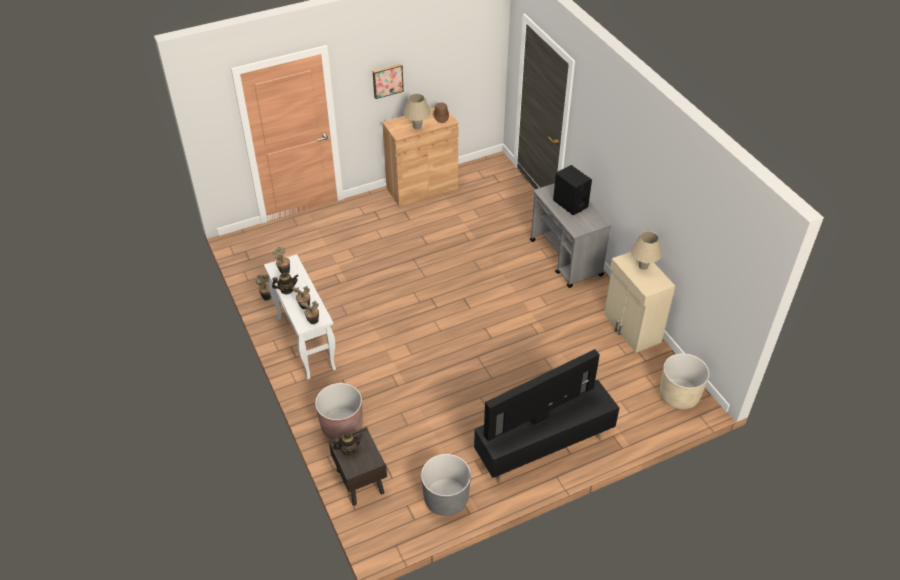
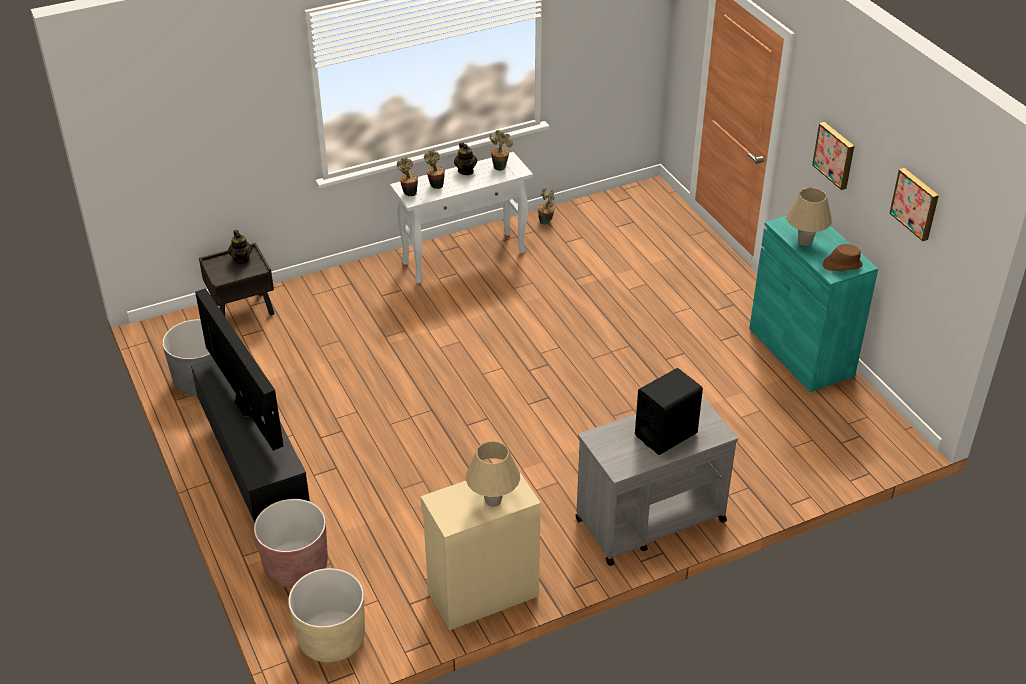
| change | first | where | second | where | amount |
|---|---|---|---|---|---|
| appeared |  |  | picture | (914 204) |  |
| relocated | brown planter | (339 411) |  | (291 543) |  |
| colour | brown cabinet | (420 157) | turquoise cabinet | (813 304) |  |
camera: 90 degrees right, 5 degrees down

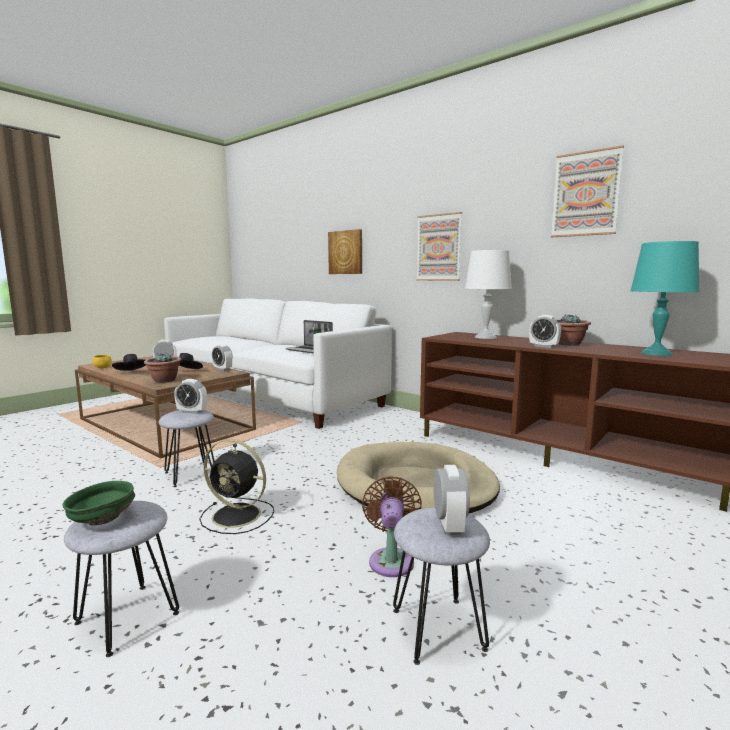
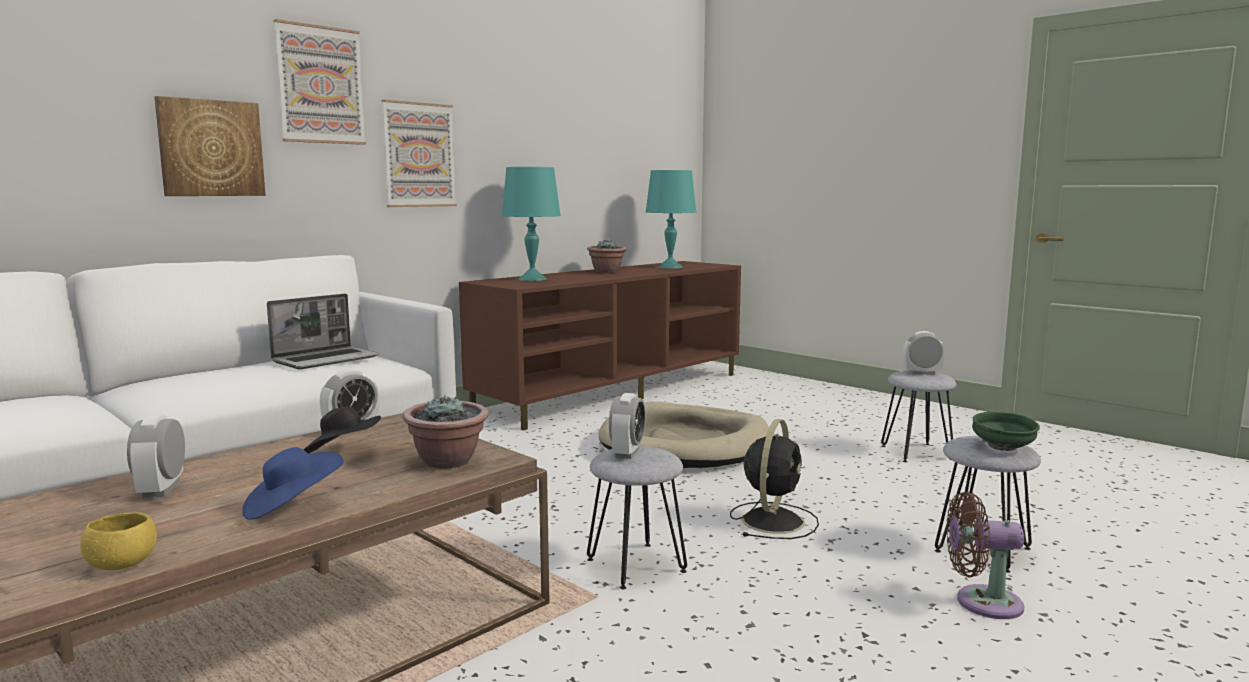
| change | first | where | second | where | amount |
|---|---|---|---|---|---|
| missing | alarm clock | (545 331) |  |  |  |
| relocated | brown fan | (392 526) |  | (985 555) |  |
| relocated | picture | (587 191) |  | (320 82) |  |
| colour | black hat | (129 362) | blue hat | (293 483) |  |
| colour | white table lamp | (488 294) | turquoise table lamp | (531 224) |  |
camera: 85 degrees left, 0 degrees up

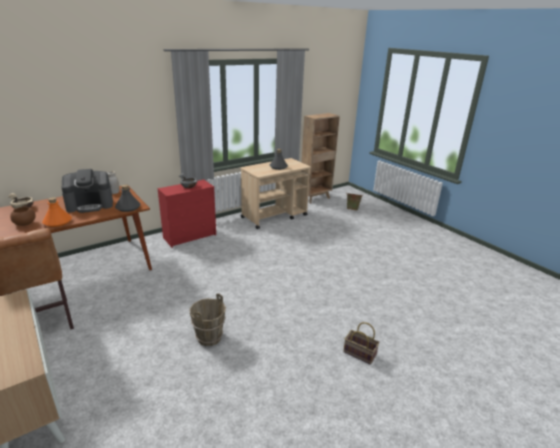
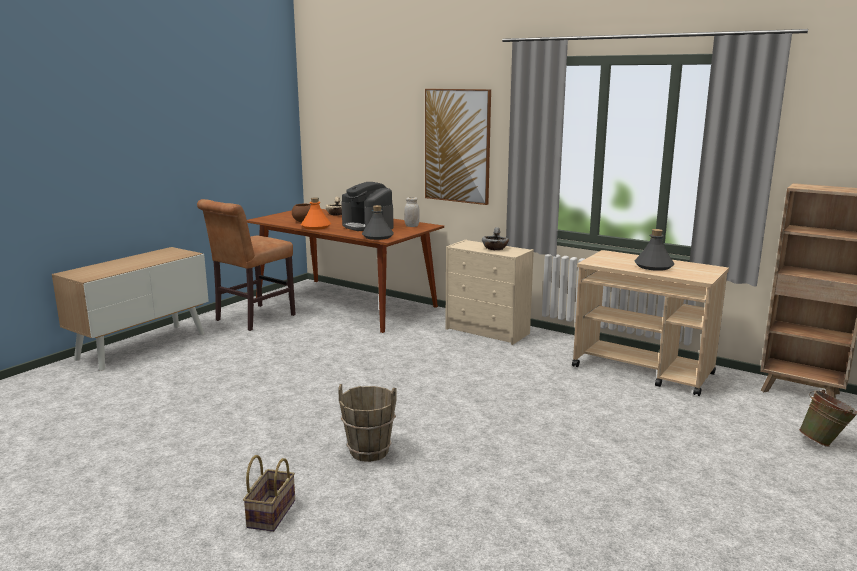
| change | first | where | second | where | amount |
|---|---|---|---|---|---|
| appeared |  |  | picture | (458 147) |  |
| relocated | brown bucket | (208 319) |  | (367 423) |  |
| colour | red dresser | (186 213) | beige dresser | (489 292) |  |
camera: 70 degrees right, 10 degrees down

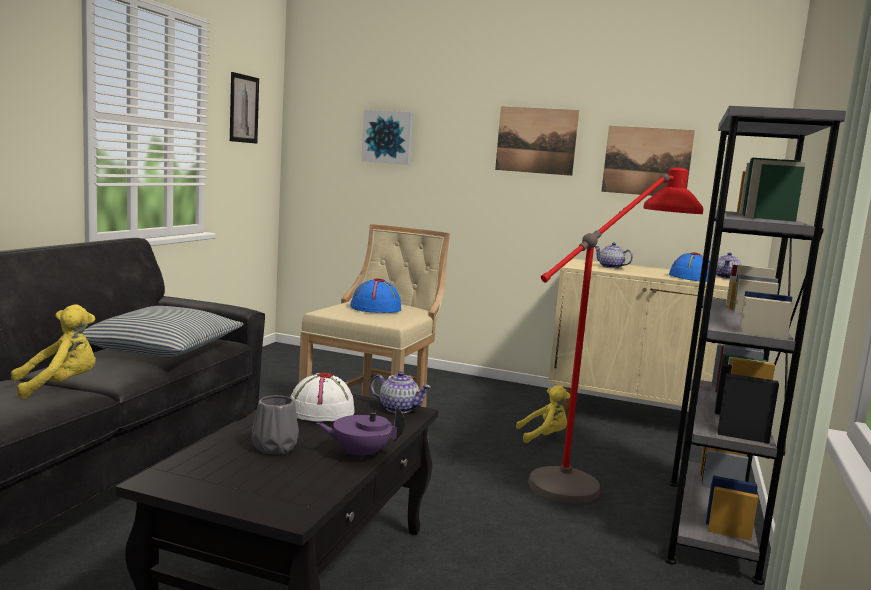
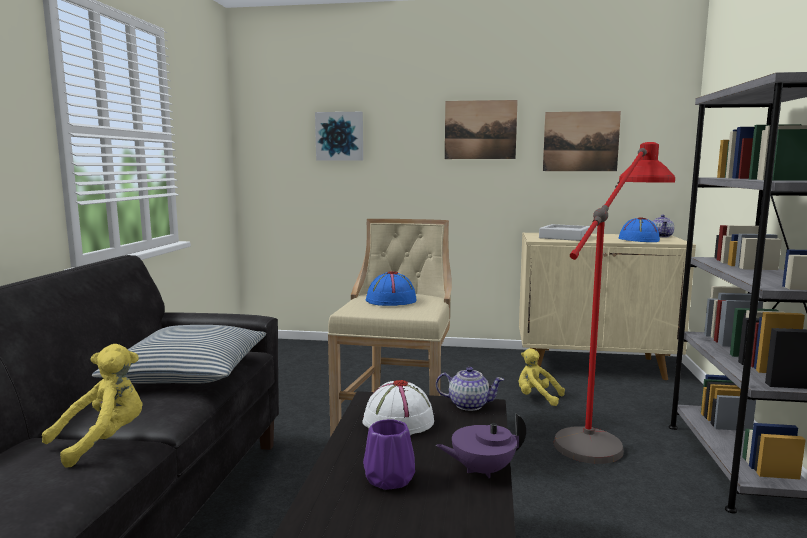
| change | first | where | second | where | amount |
|---|---|---|---|---|---|
| missing | picture | (244 108) |  |  |  |
| exchanged | teapot | (614 256) | grey tray | (565 232) |  |
| colour | grey vase | (275 424) | purple vase | (389 454) |  |
| spun | yellow plush toy | (543 414) |  | (542 377) | 135 degrees counterclockwise |
camera: 10 degrees left, 0 degrees up

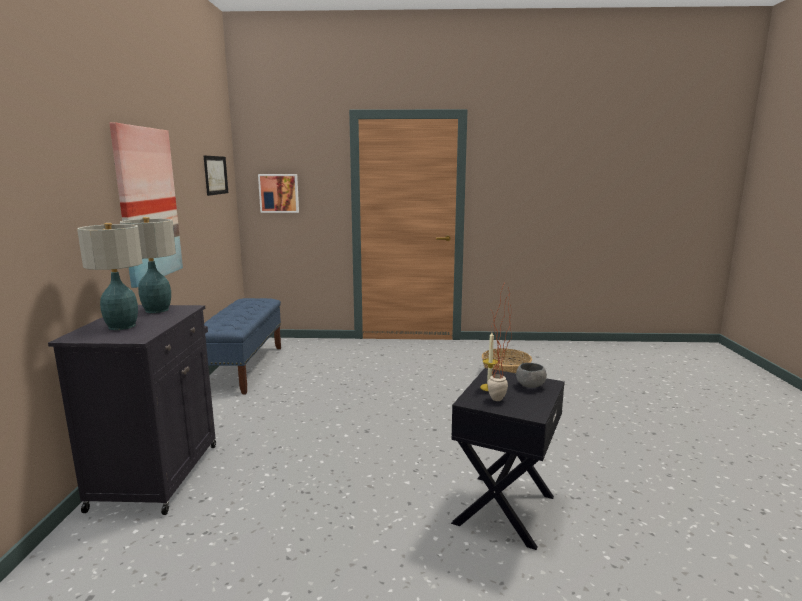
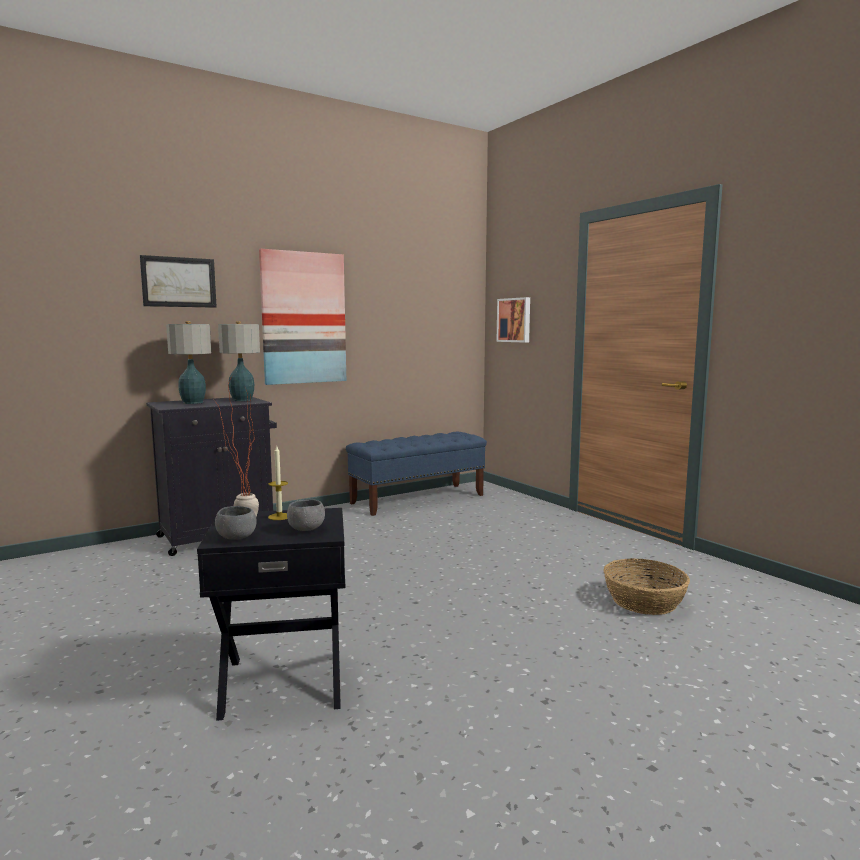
| change | first | where | second | where | amount |
|---|---|---|---|---|---|
| appeared |  |  | grey bowl | (235 523) |  |
| relocated | picture | (216 176) |  | (178 281) |  |
camera: 55 degrees right, 5 degrees down

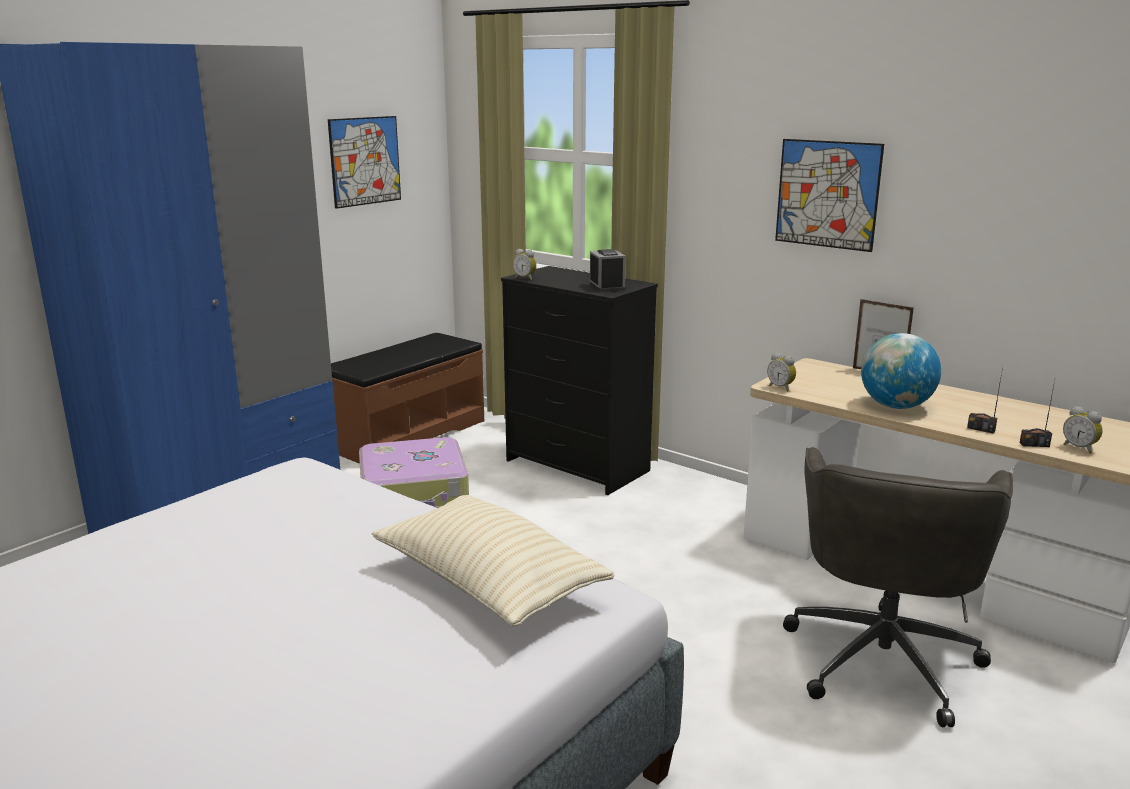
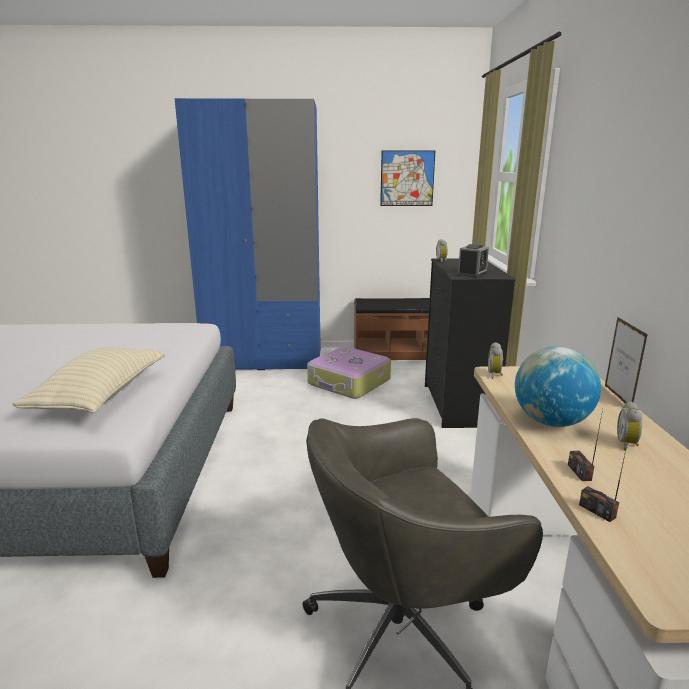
| change | first | where | second | where | amount |
|---|---|---|---|---|---|
| missing | picture | (829 195) |  |  |  |
| relocated | alarm clock | (1083 430) |  | (629 425) |  |
camera: 50 degrees right, 0 degrees up

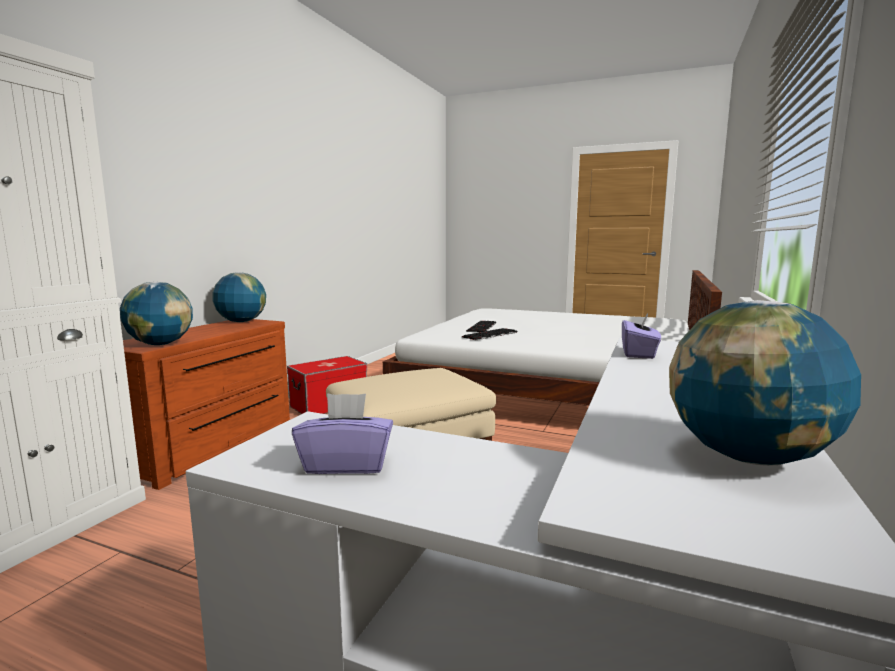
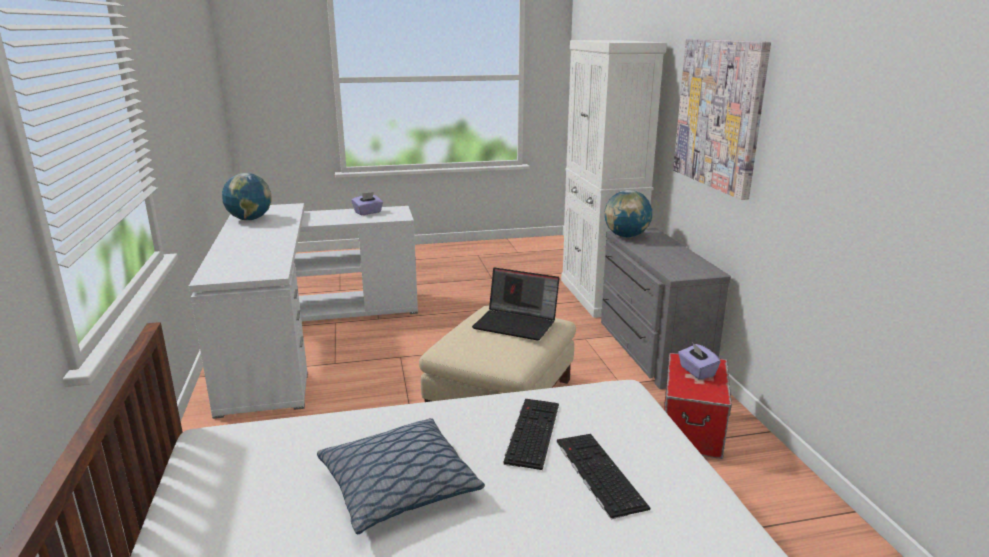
| change | first | where | second | where | amount |
|---|---|---|---|---|---|
| missing | globe | (239 297) |  |  |  |
| appeared |  |  | pillow | (401 476) |  |
| appeared |  |  | laptop | (516 304) |  |
| appeared |  |  | picture | (722 119) |  |
| relocated | purple tissue box | (641 335) |  | (699 360) |  |
| colour | brown dresser | (206 404) | grey dresser | (666 308) |  |
camera: 145 degrees right, 10 degrees up

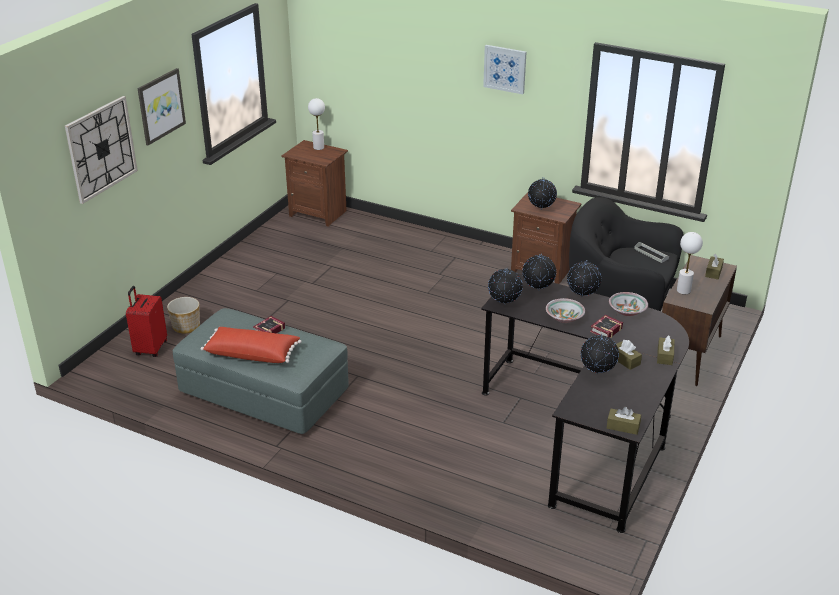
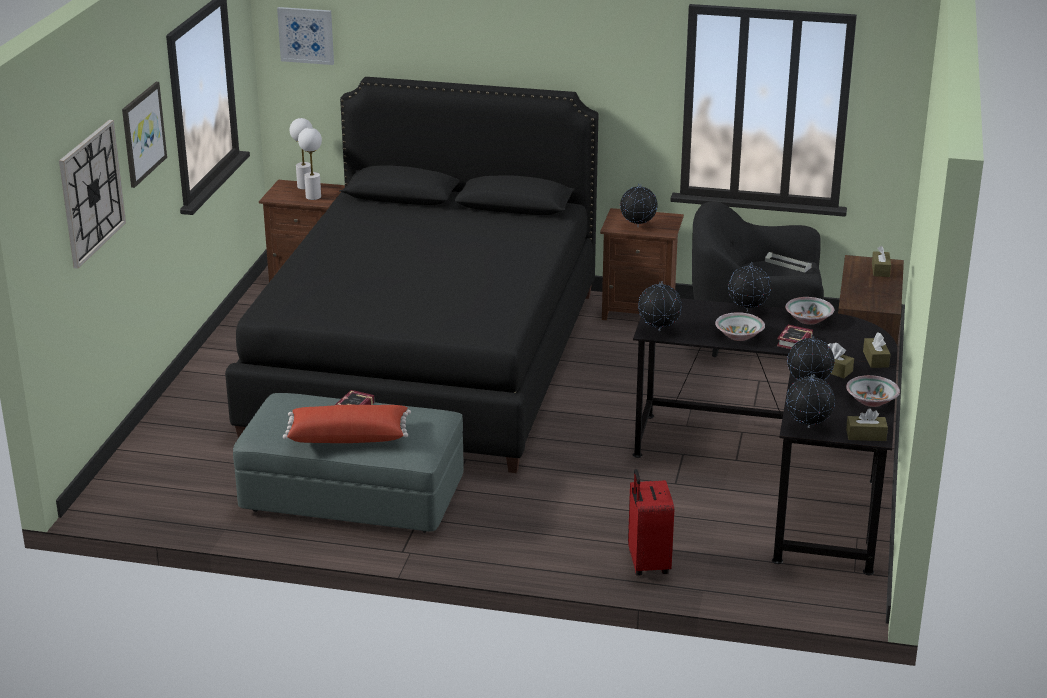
| change | first | where | second | where | amount |
|---|---|---|---|---|---|
| missing | planter | (183 315) |  |  |  |
| appeared |  |  | black bed | (411 275) |  |
| appeared |  |  | bowl | (873 391) |  |
| relocated | red suitcase | (146 321) |  | (651 522) |  |
| relocated | picture | (505 69) |  | (305 36) |  |
| relocated | globe | (539 272) |  | (810 401) |  |
| relocated | white table lamp | (690 263) |  | (310 164) |  |
camera: 15 degrees left, 5 degrees down

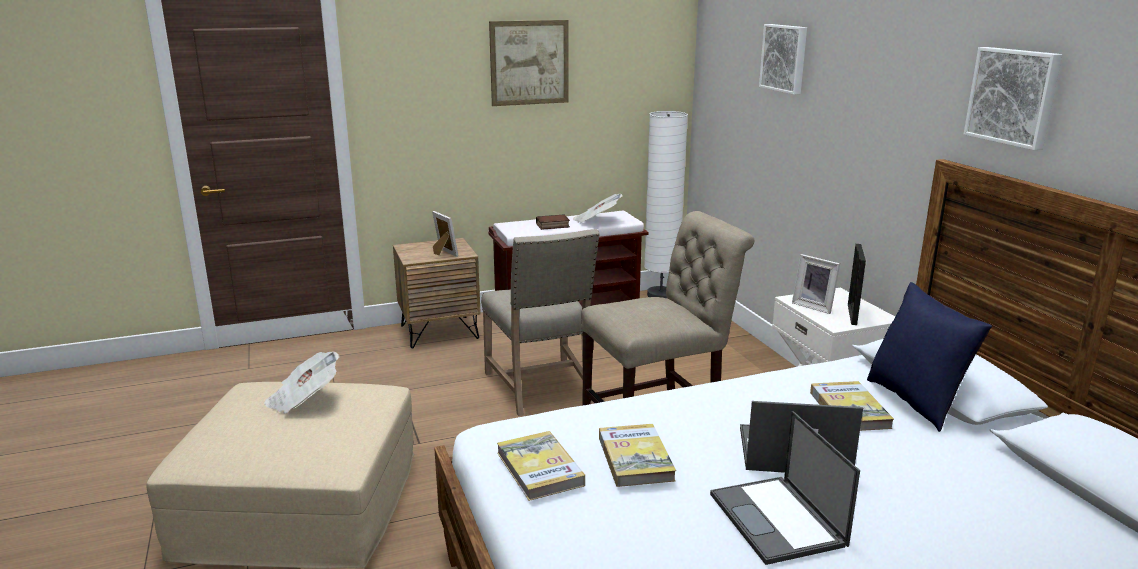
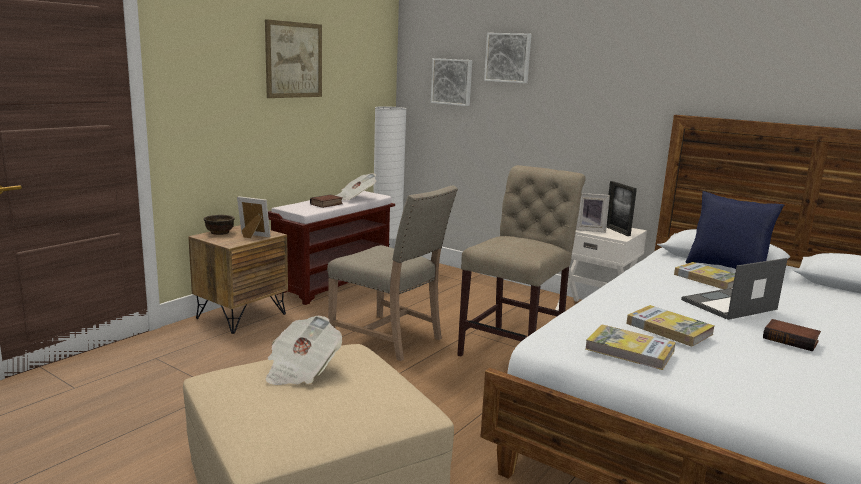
| change | first | where | second | where | amount |
|---|---|---|---|---|---|
| appeared |  |  | brown bowl | (219 225) |  |
| relocated | picture | (1013 98) |  | (451 82) |  |
| exchanged | laptop | (785 488) | book | (792 335) |  |
camera: 35 degrees left, 5 degrees down

